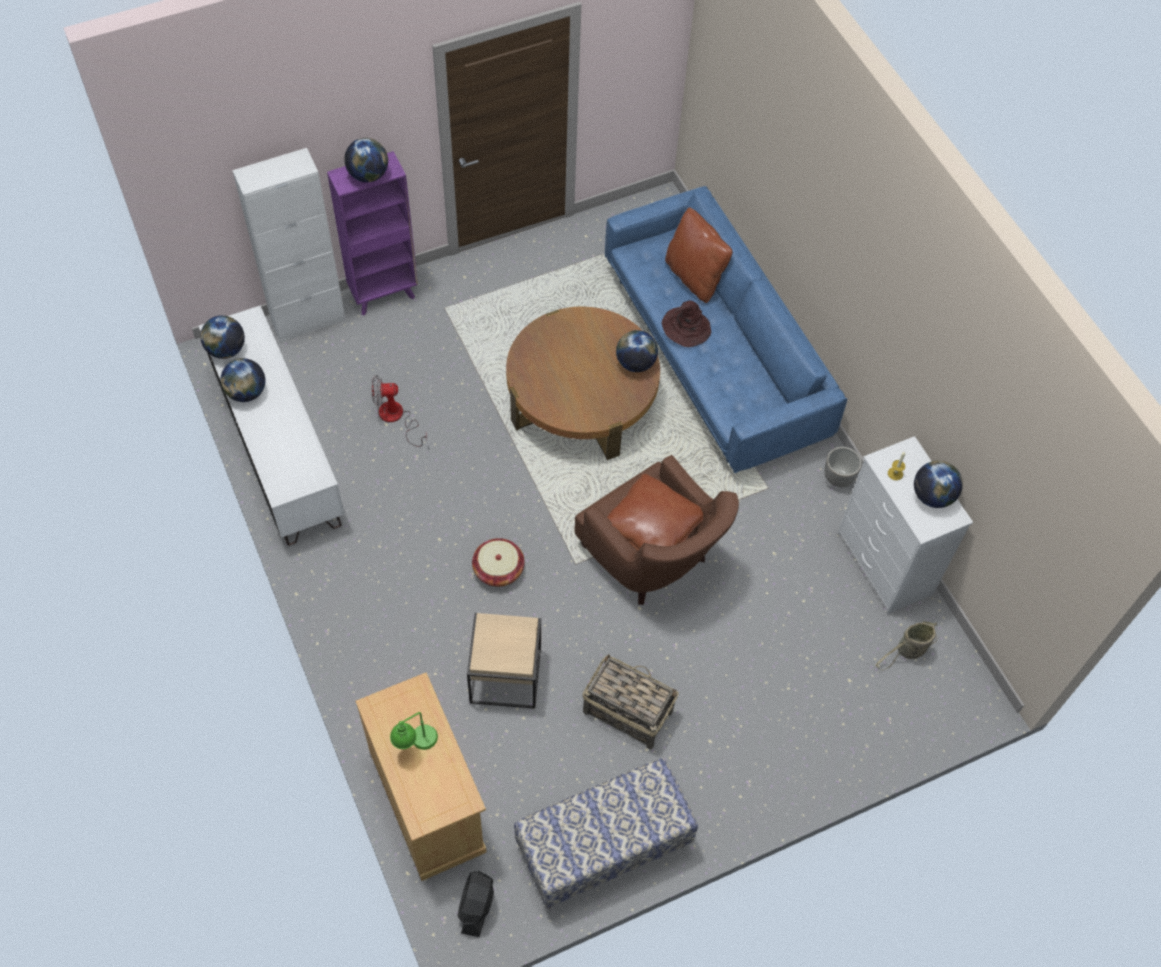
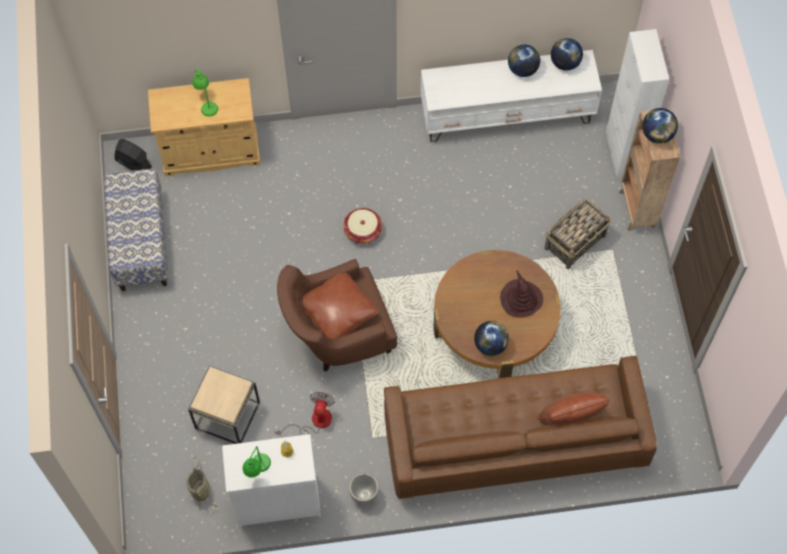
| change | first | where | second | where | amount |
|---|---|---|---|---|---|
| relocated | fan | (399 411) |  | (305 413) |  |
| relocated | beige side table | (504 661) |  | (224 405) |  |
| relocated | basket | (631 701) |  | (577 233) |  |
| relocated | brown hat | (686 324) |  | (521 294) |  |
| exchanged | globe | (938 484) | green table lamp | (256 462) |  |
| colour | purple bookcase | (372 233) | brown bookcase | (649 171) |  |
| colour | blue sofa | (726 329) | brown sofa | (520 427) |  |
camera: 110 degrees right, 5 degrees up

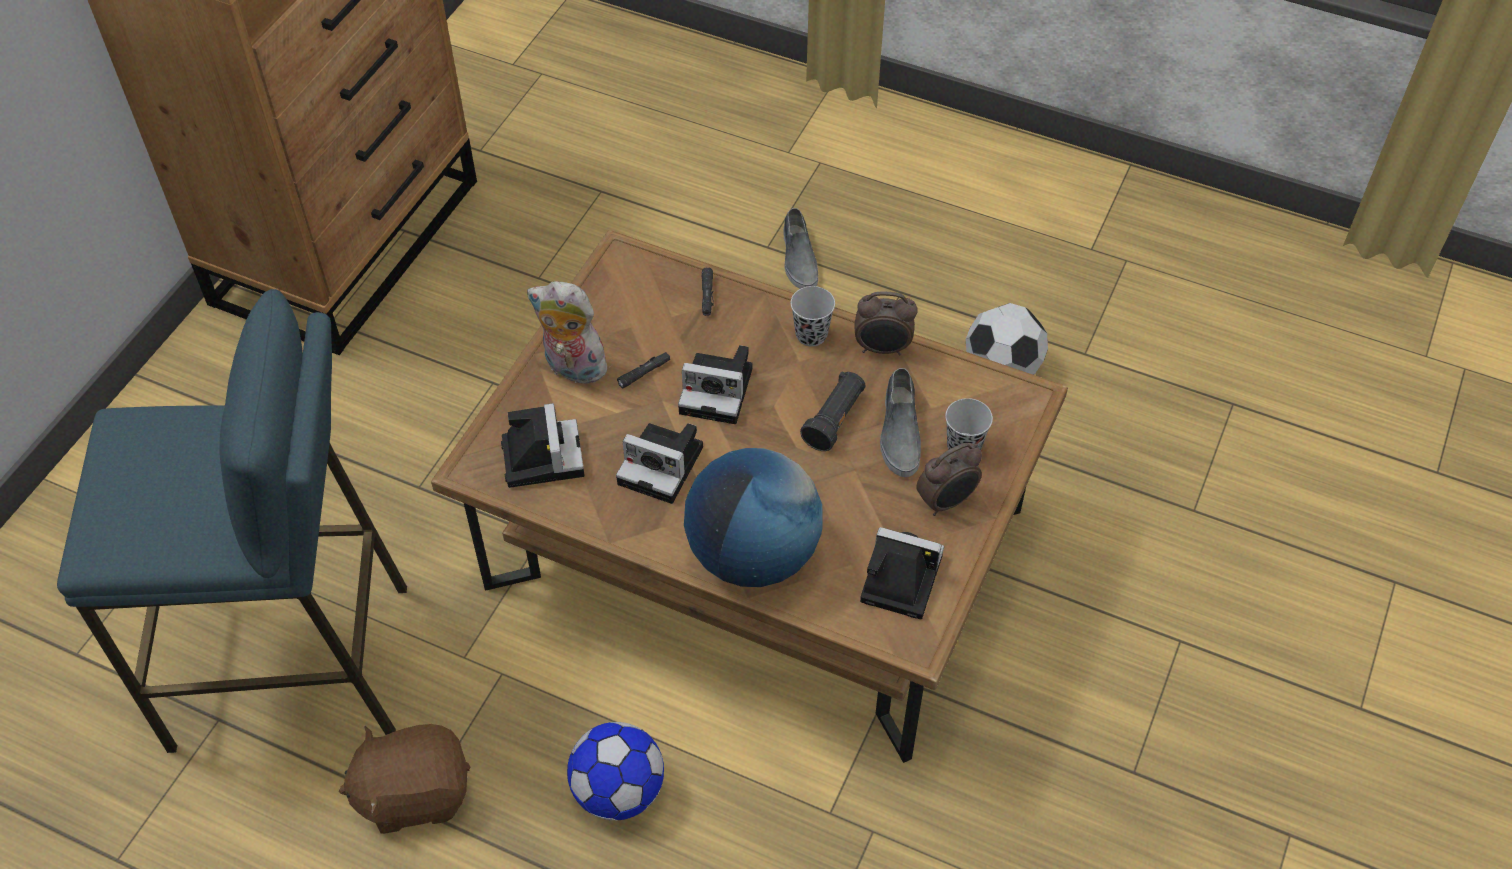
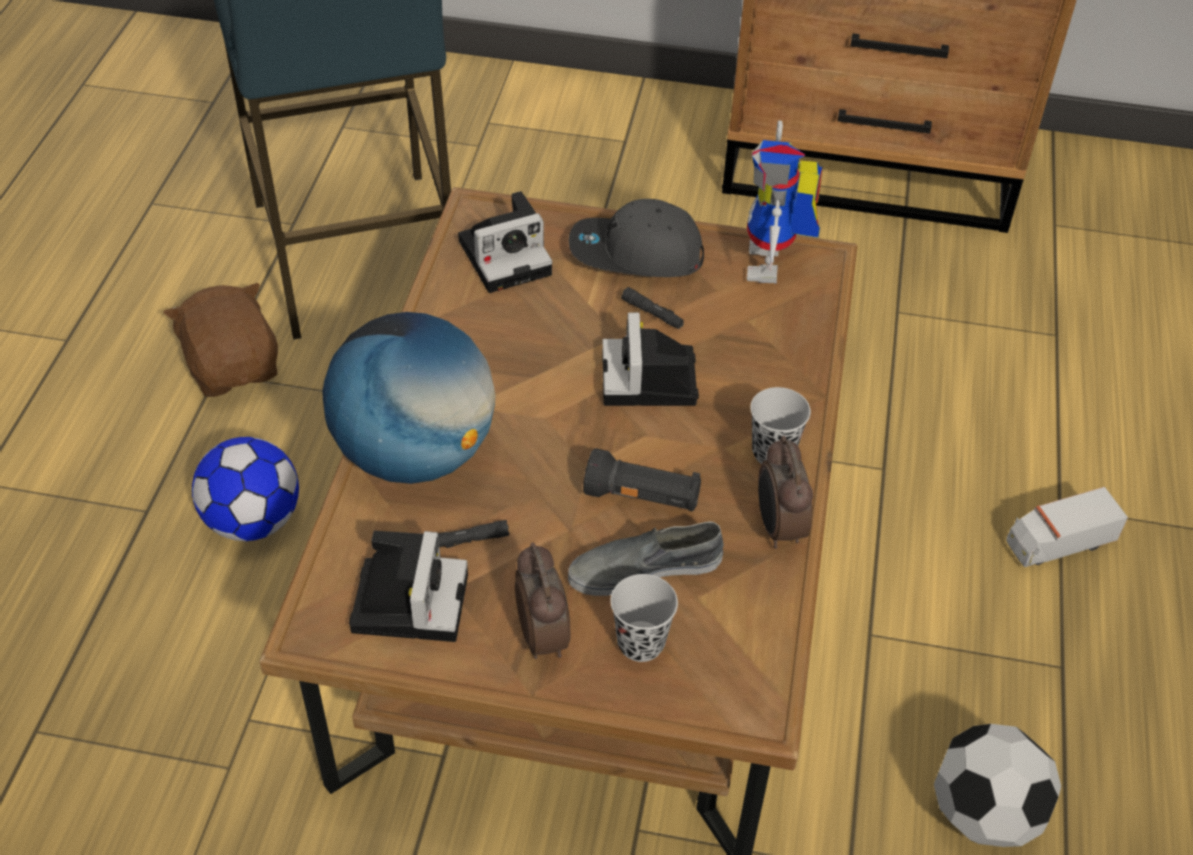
| change | first | where | second | where | amount |
|---|---|---|---|---|---|
| missing | photo camera | (659 463) |  |  |  |
| appeared |  |  | toy robot | (785 201) |  |
| relocated | black flashlight | (708 292) |  | (473 534) |  |
| exchanged | plush toy | (569 332) | grey cap | (636 238) |  |
| exchanged | grey shoe | (801 248) | toy truck | (1067 527) |  |
| spun | alarm clock | (949 479) |  | (542 601) | 150 degrees counterclockwise |
camera: 75 degrees right, 5 degrees down

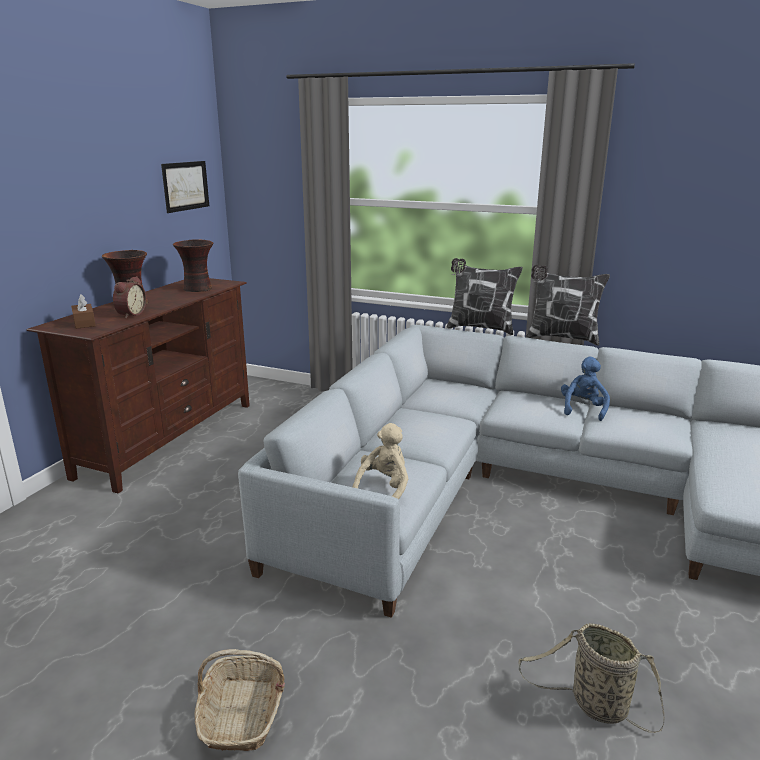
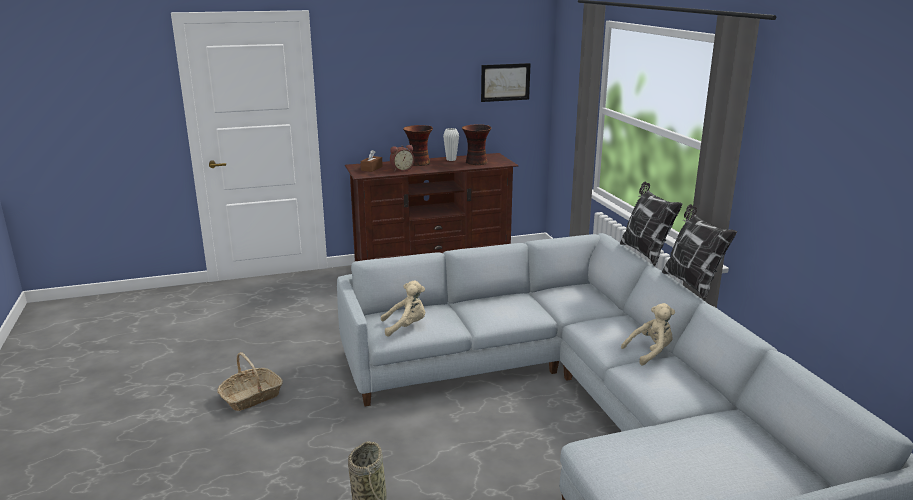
| change | first | where | second | where | amount |
|---|---|---|---|---|---|
| appeared |  |  | white vase | (451 144) |  |
| colour | blue plush toy | (585 389) | beige plush toy | (648 334) |  |
camera: 50 degrees right, 0 degrees up

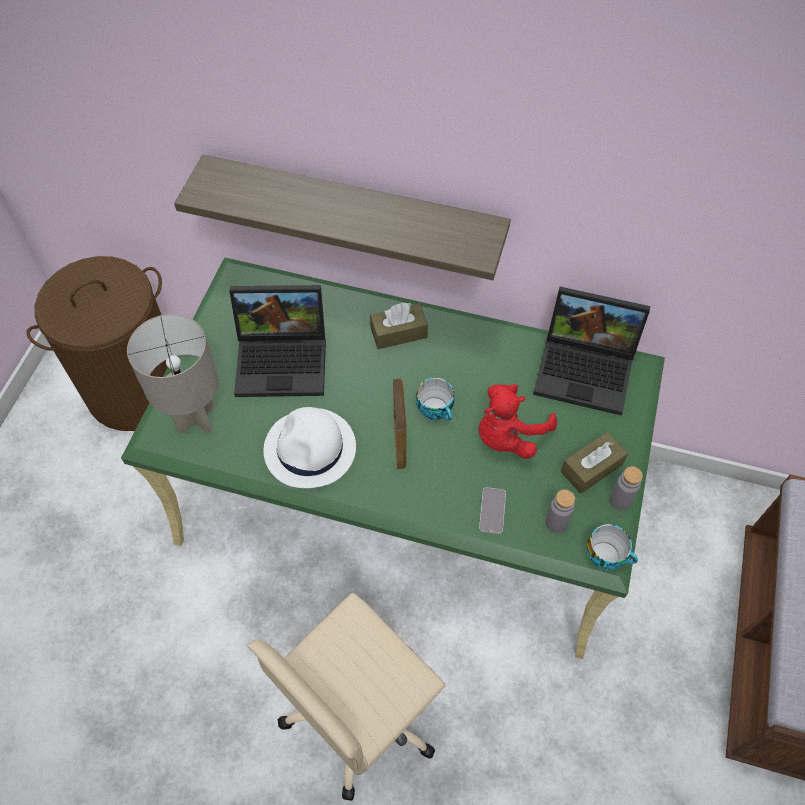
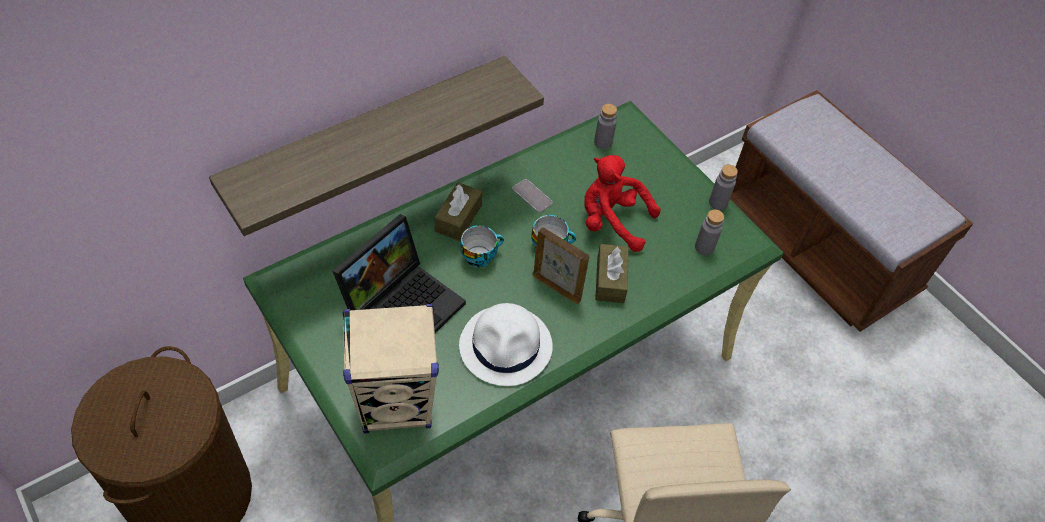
| change | first | where | second | where | amount |
|---|---|---|---|---|---|
| relocated | phone | (492 510) |  | (533 196) |  |
| relocated | brown tissue box | (594 463) |  | (612 273) |  |
| relocated | cup | (612 547) |  | (482 246) |  |
| exchanged | grey table lamp | (173 374) | beige speaker | (391 369) |  |
| exchanged | laptop | (591 351) | grey bottle | (605 126) |  |
| spun | red plush toy | (518 421) |  | (622 203) | 120 degrees clockwise |
camera: 55 degrees left, 5 degrees down

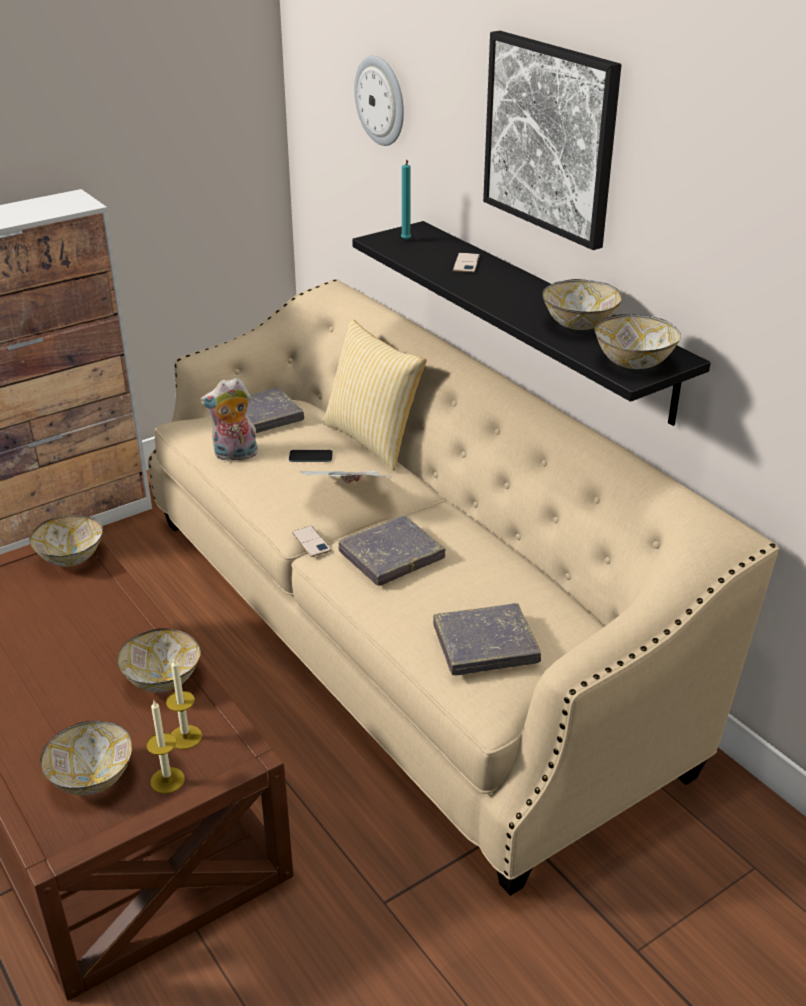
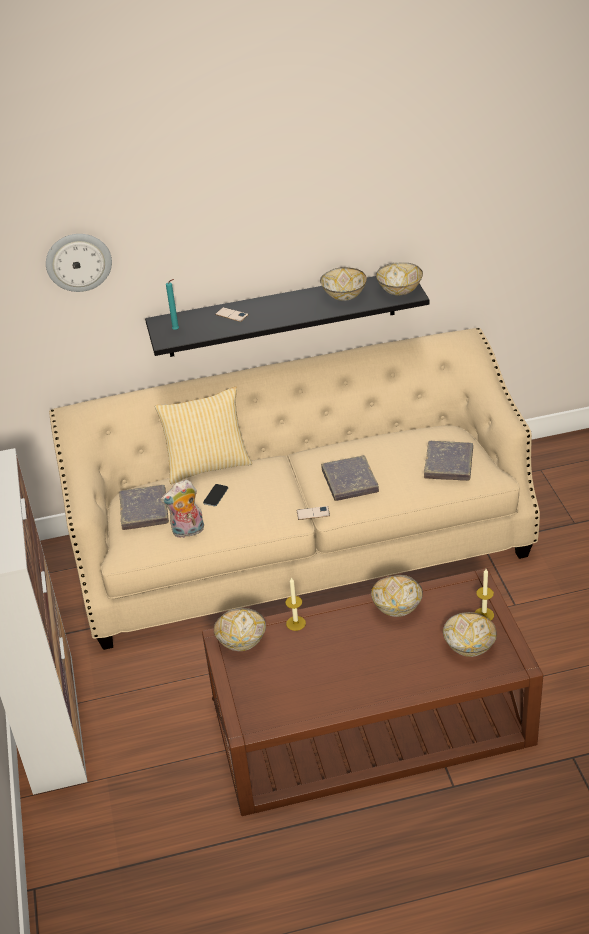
| change | first | where | second | where | amount |
|---|---|---|---|---|---|
| missing | newspaper | (345 476) |  |  |  |
| missing | picture | (552 140) |  |  |  |
| relocated | candle | (184 704) |  | (296 604) |  |
| spun | plush toy | (229 419) |  | (182 509) | 60 degrees clockwise |
camera: 65 degrees left, 5 degrees up

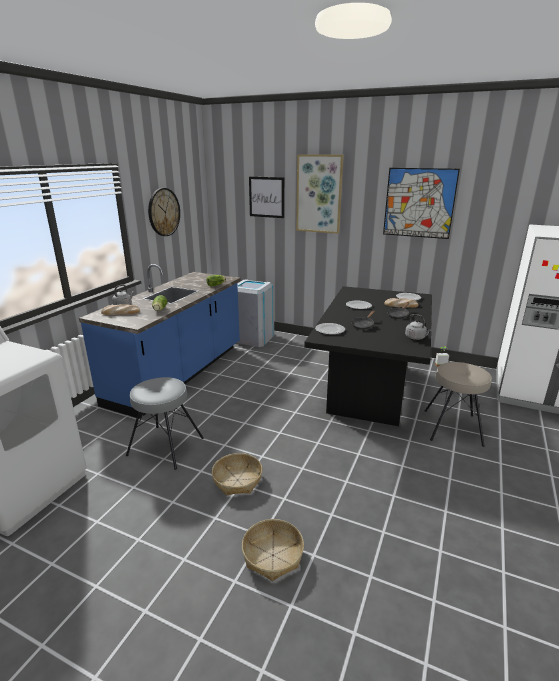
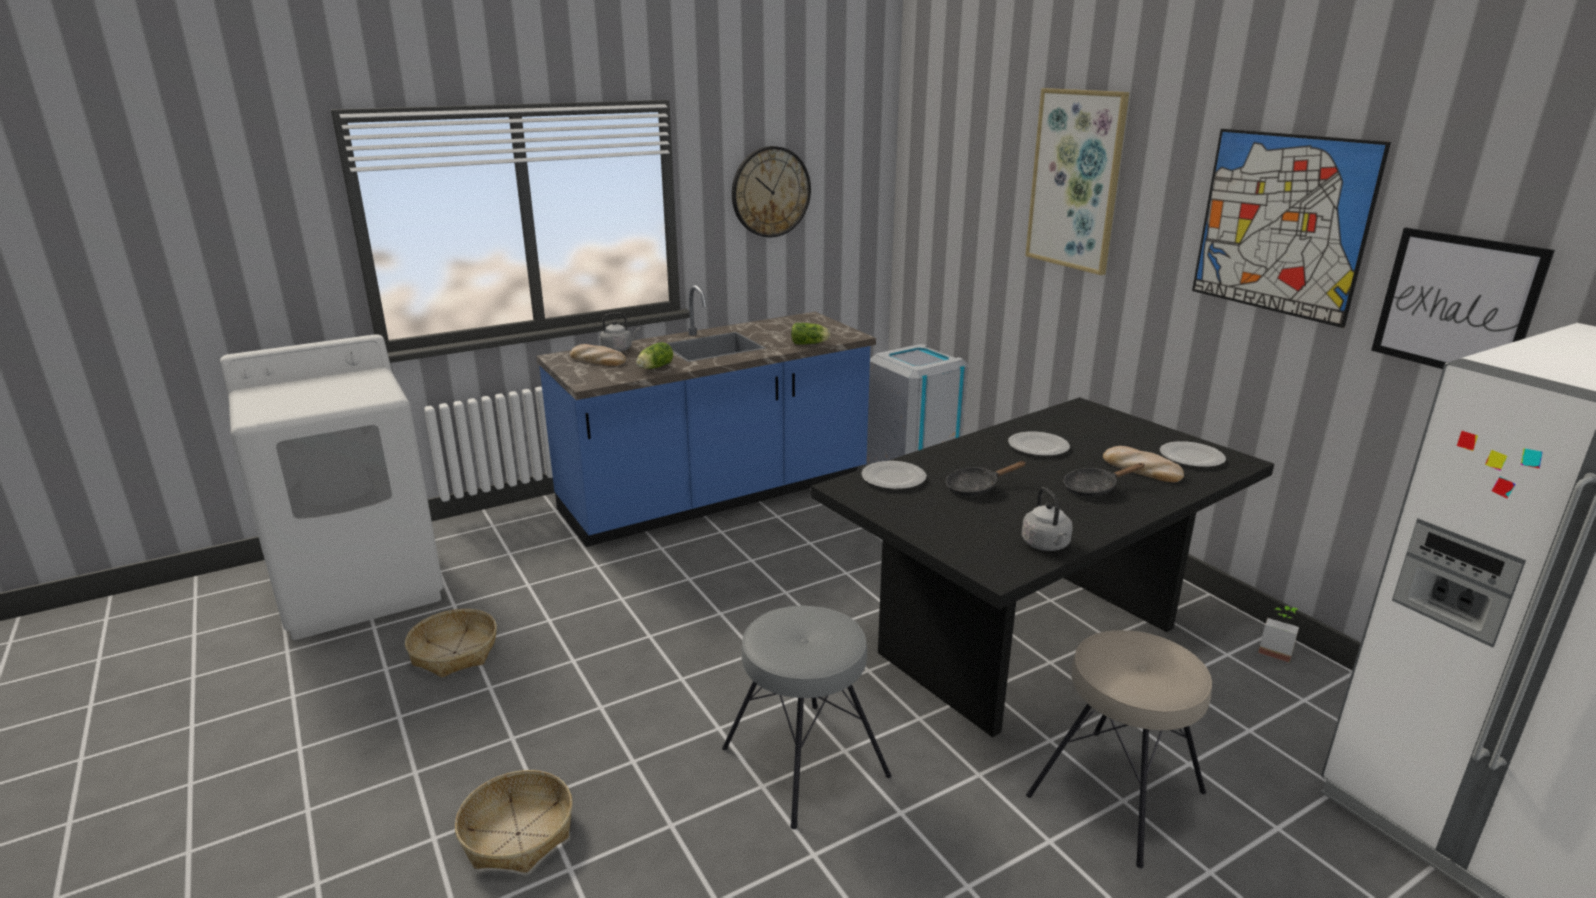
| change | first | where | second | where | amount |
|---|---|---|---|---|---|
| relocated | grey stool | (165 423) |  | (806 717) |  |
| relocated | basket | (237 474) |  | (451 643) |  |
| relocated | picture | (266 197) |  | (1463 298) |  |
camera: 35 degrees right, 0 degrees up

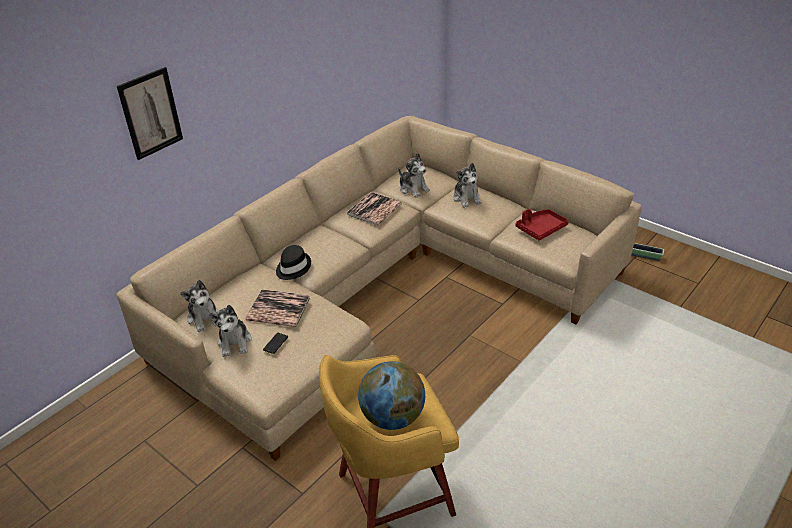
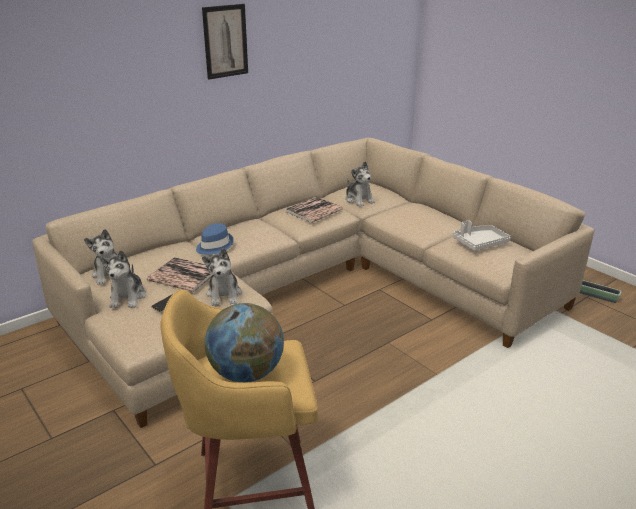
| change | first | where | second | where | amount |
|---|---|---|---|---|---|
| relocated | picture | (150 113) |  | (225 41) |  |
| relocated | plush toy | (467 185) |  | (222 277) |  |
| colour | black hat | (293 262) | blue hat | (215 239) |  |
| colour | red tray | (542 224) | grey tray | (482 235) |  |
camera: 10 degrees right, 10 degrees down

